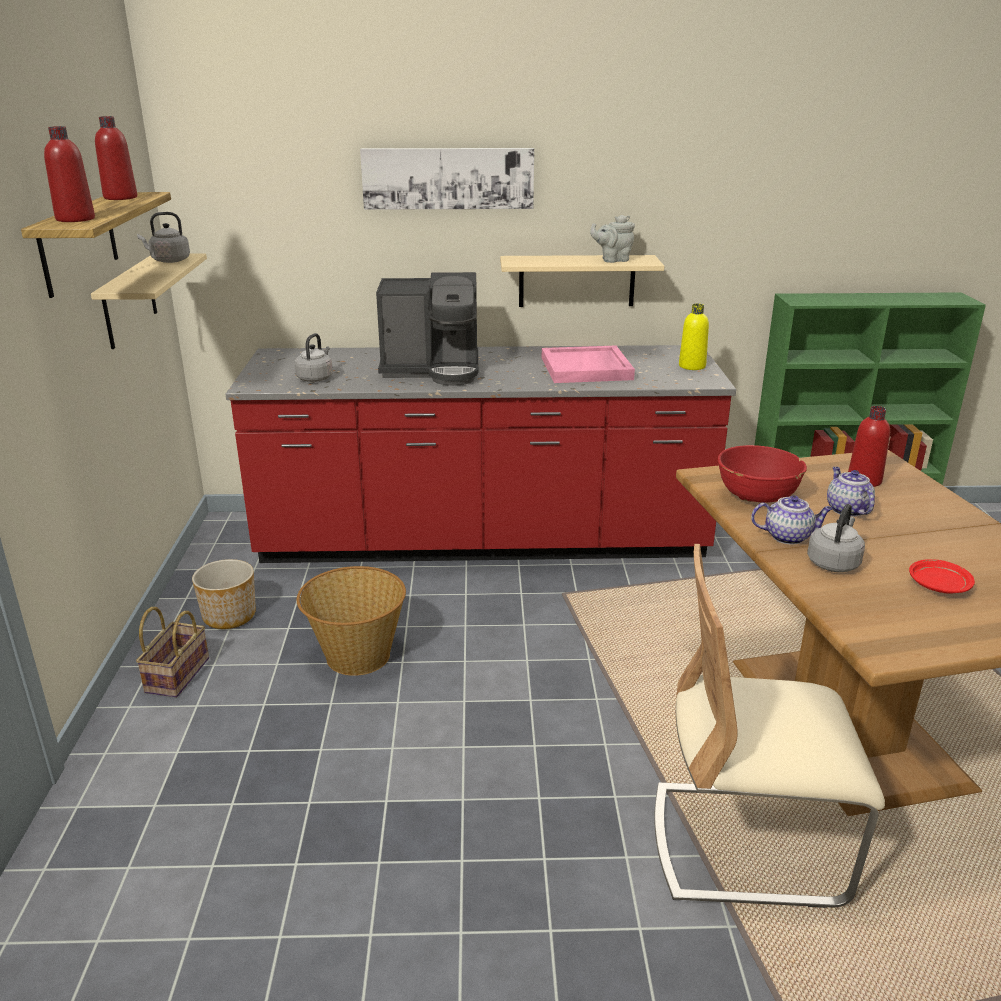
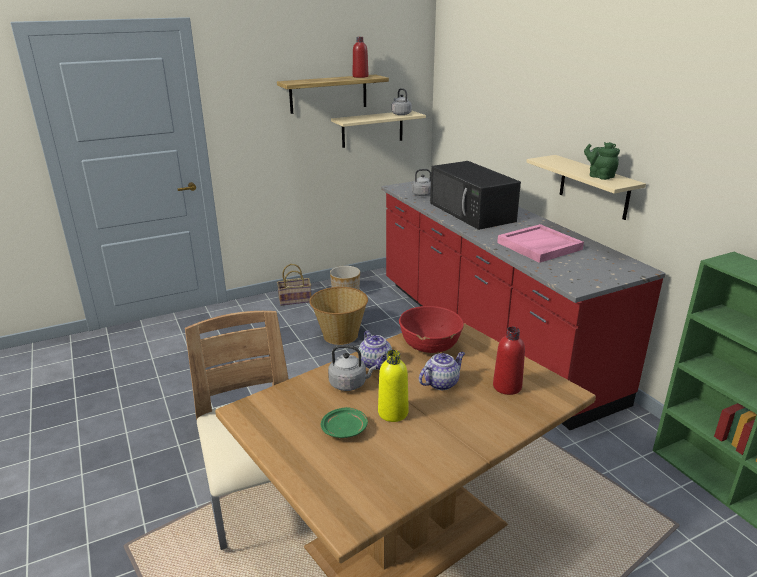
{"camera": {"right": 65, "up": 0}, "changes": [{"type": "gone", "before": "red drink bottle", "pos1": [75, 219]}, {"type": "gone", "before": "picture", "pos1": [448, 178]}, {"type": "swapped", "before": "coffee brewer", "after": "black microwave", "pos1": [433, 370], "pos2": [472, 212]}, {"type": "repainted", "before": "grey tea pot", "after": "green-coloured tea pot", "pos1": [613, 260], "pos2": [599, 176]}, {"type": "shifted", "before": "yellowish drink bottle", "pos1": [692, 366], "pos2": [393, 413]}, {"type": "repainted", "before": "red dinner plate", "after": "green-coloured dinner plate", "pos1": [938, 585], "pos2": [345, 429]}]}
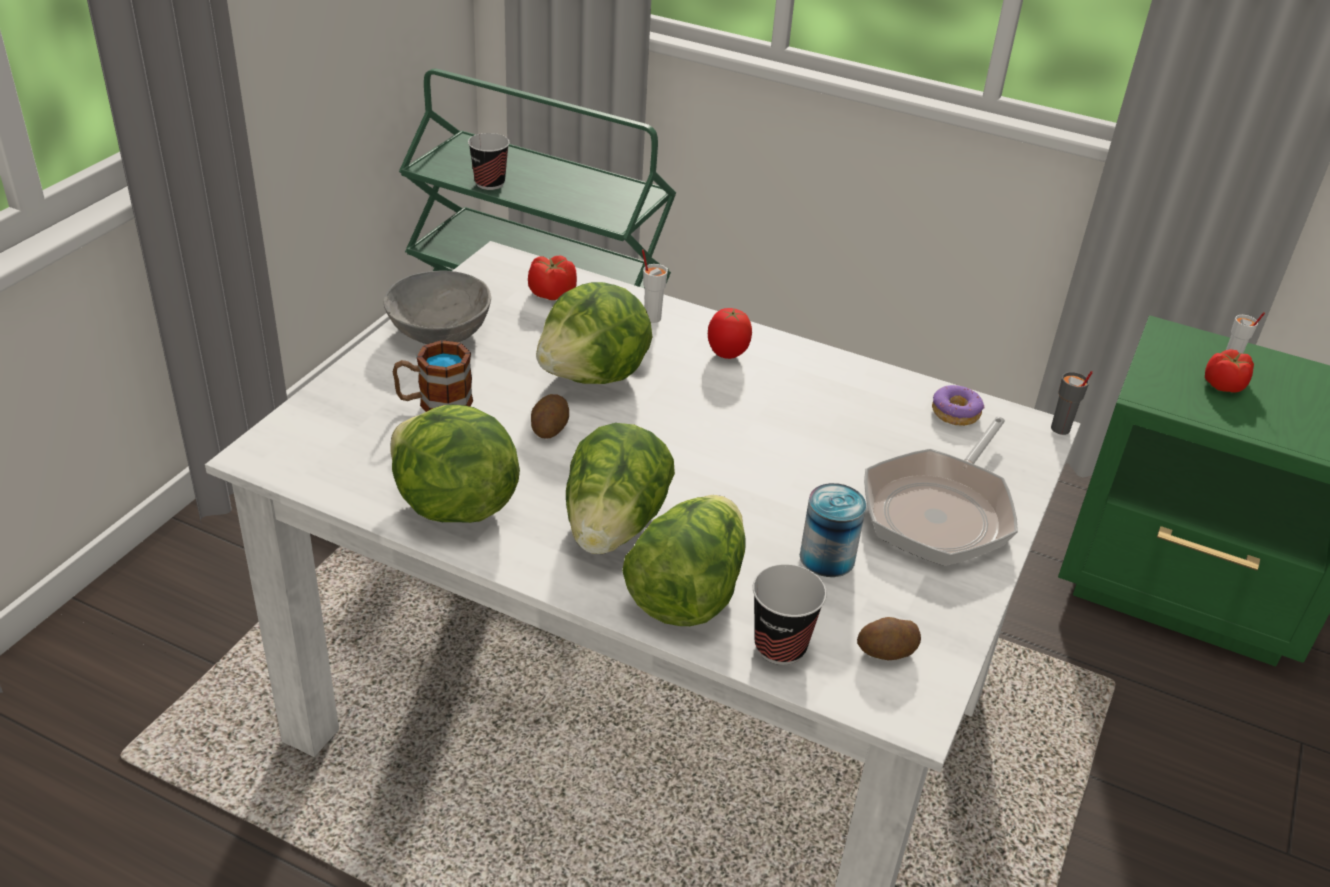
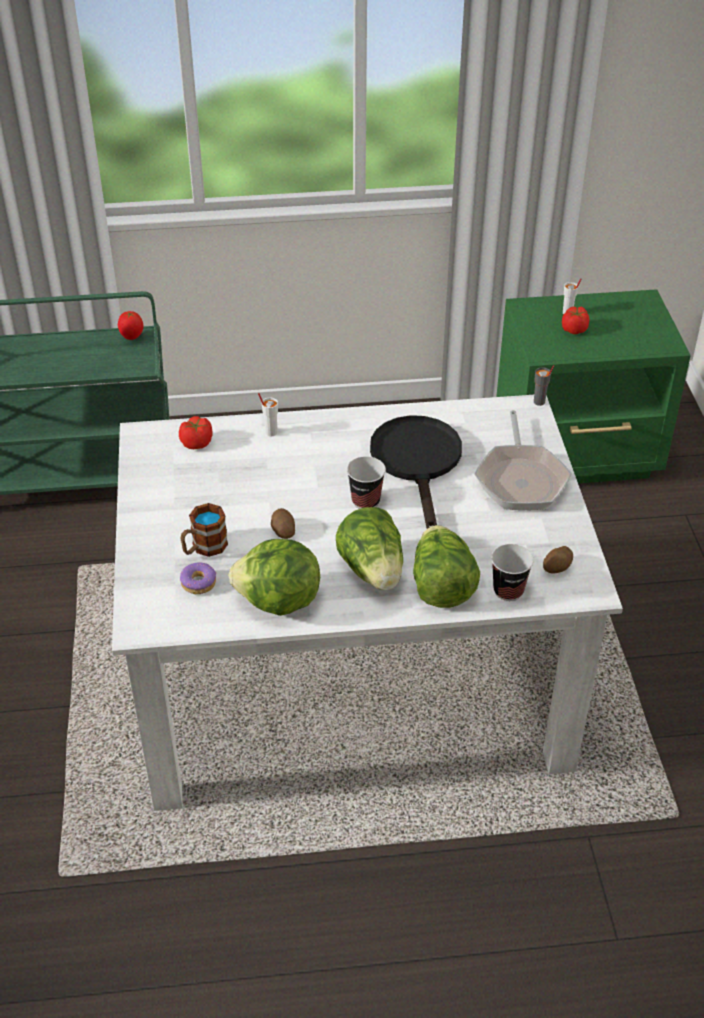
{"camera": {"right": -30, "up": 5}, "changes": [{"type": "gone", "before": "grey serving bowl", "pos1": [441, 330]}, {"type": "shifted", "before": "cup", "pos1": [489, 183], "pos2": [365, 501]}, {"type": "gone", "before": "head of lettuce", "pos1": [595, 376]}, {"type": "shifted", "before": "whole tomato", "pos1": [727, 354], "pos2": [132, 337]}, {"type": "gone", "before": "sealed can", "pos1": [827, 557]}, {"type": "shifted", "before": "donut", "pos1": [956, 413], "pos2": [199, 583]}, {"type": "new", "after": "black pan", "pos2": [418, 463]}]}
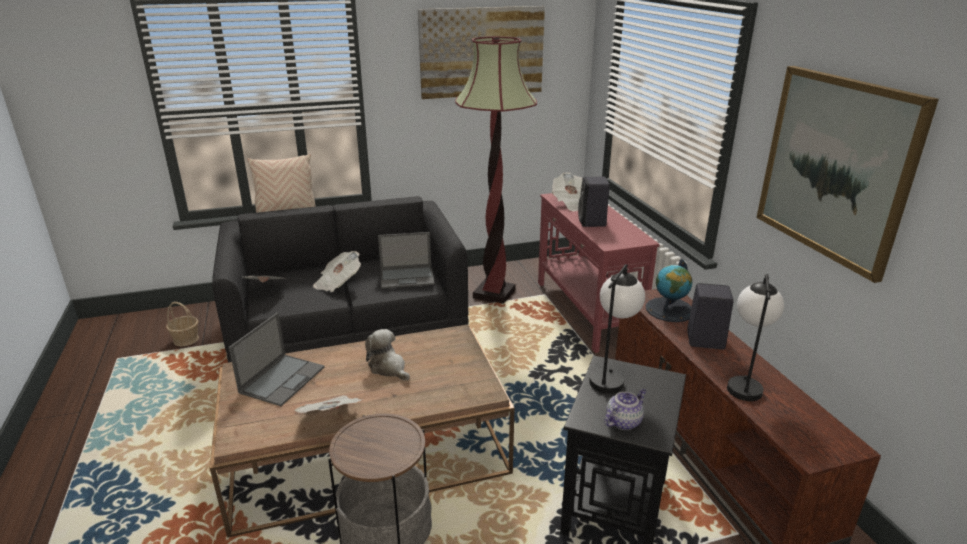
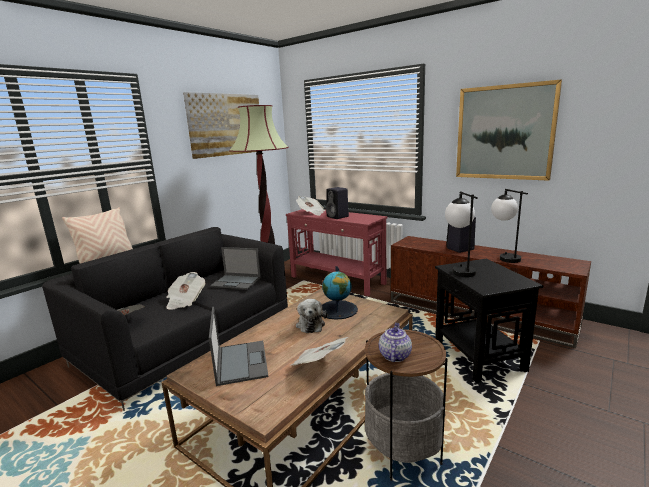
{"camera": {"right": -35, "up": -10}, "changes": [{"type": "gone", "before": "household basket", "pos1": [186, 339]}, {"type": "rotated", "before": "plush toy", "pos1": [388, 368], "pos2": [310, 324], "turn": -105}, {"type": "rotated", "before": "portable computer", "pos1": [407, 277], "pos2": [236, 282], "turn": 60}, {"type": "shifted", "before": "tea pot", "pos1": [623, 421], "pos2": [394, 355]}, {"type": "shifted", "before": "world globe", "pos1": [670, 309], "pos2": [338, 310]}]}
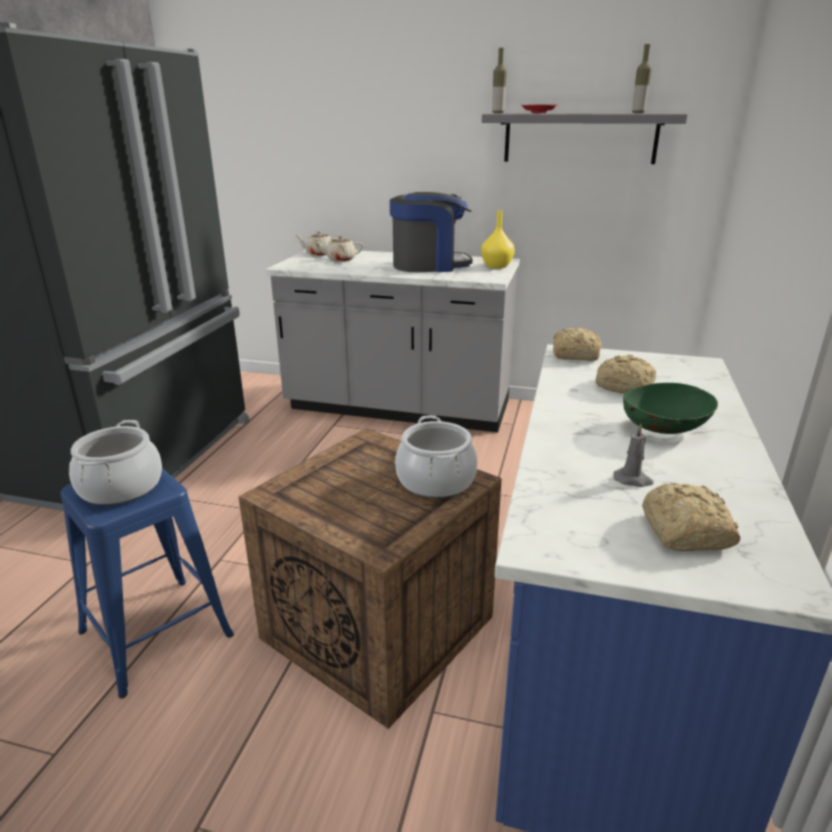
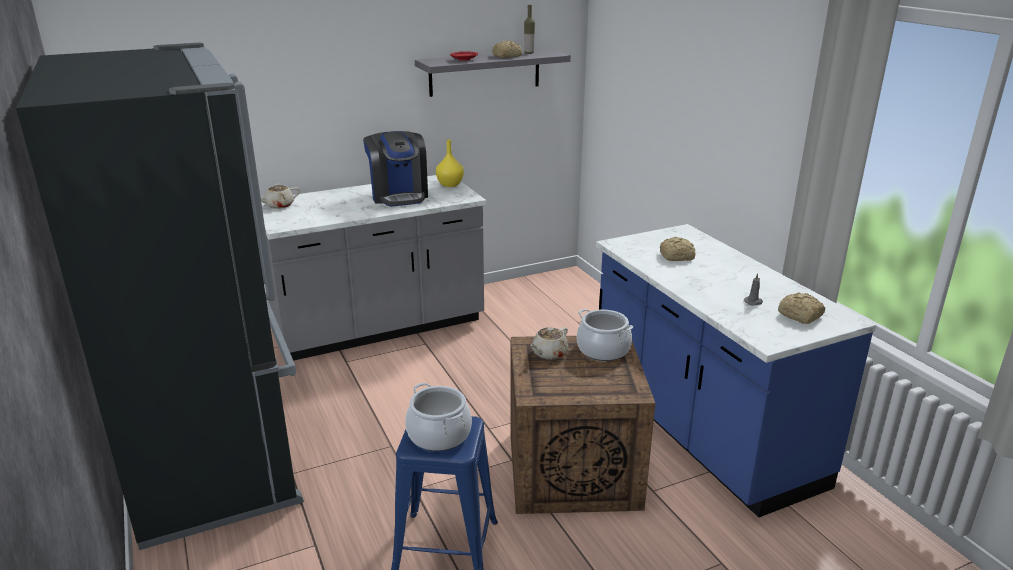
{"camera": {"right": -40, "up": 0}, "changes": [{"type": "shifted", "before": "beige-coloured tea pot", "pos1": [340, 259], "pos2": [549, 353]}, {"type": "rotated", "before": "coffee brewer", "pos1": [429, 265], "pos2": [399, 195], "turn": 120}, {"type": "gone", "before": "drink bottle", "pos1": [498, 113]}, {"type": "shifted", "before": "bakery bread", "pos1": [573, 355], "pos2": [506, 56]}, {"type": "gone", "before": "green-coloured serving bowl", "pos1": [664, 430]}]}
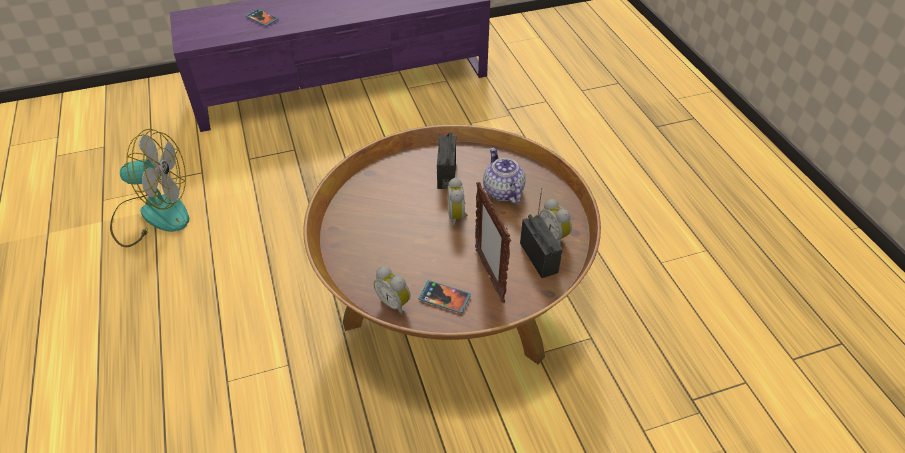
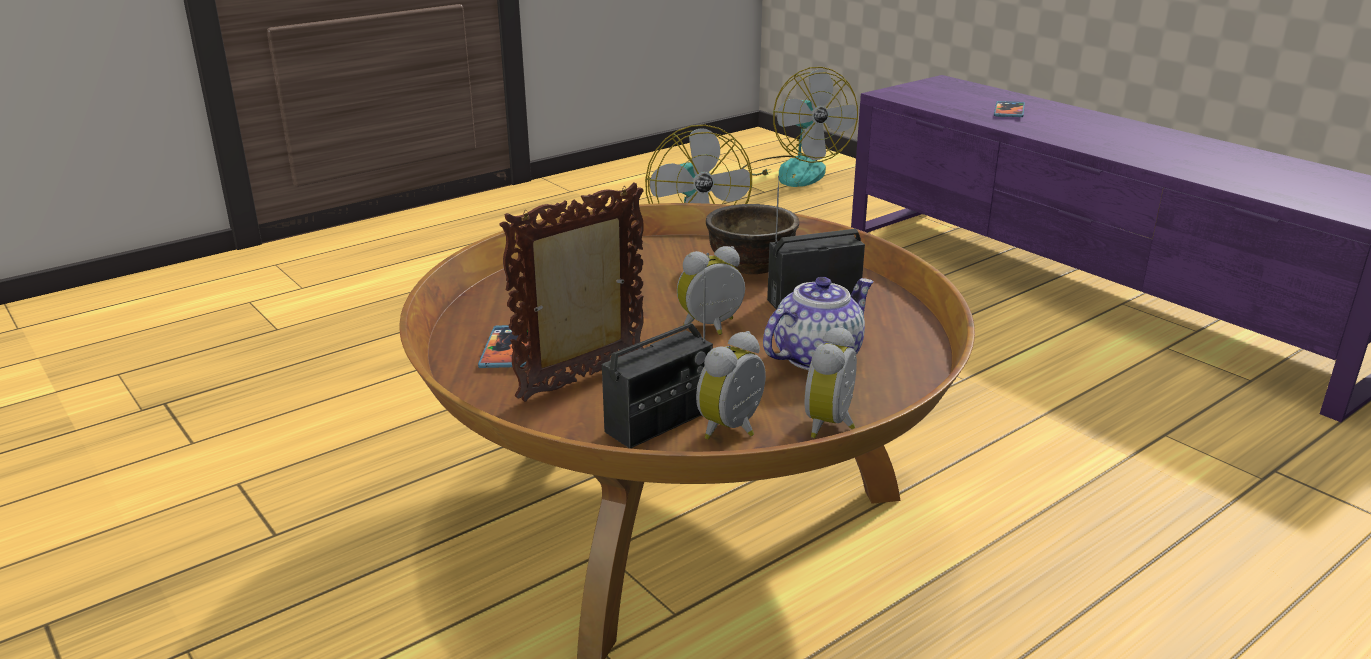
{"camera": {"right": 70, "up": -20}, "changes": [{"type": "shifted", "before": "alarm clock", "pos1": [395, 302], "pos2": [833, 425]}, {"type": "new", "after": "brownish serving bowl", "pos2": [751, 265]}, {"type": "new", "after": "cooling fan", "pos2": [794, 171]}]}
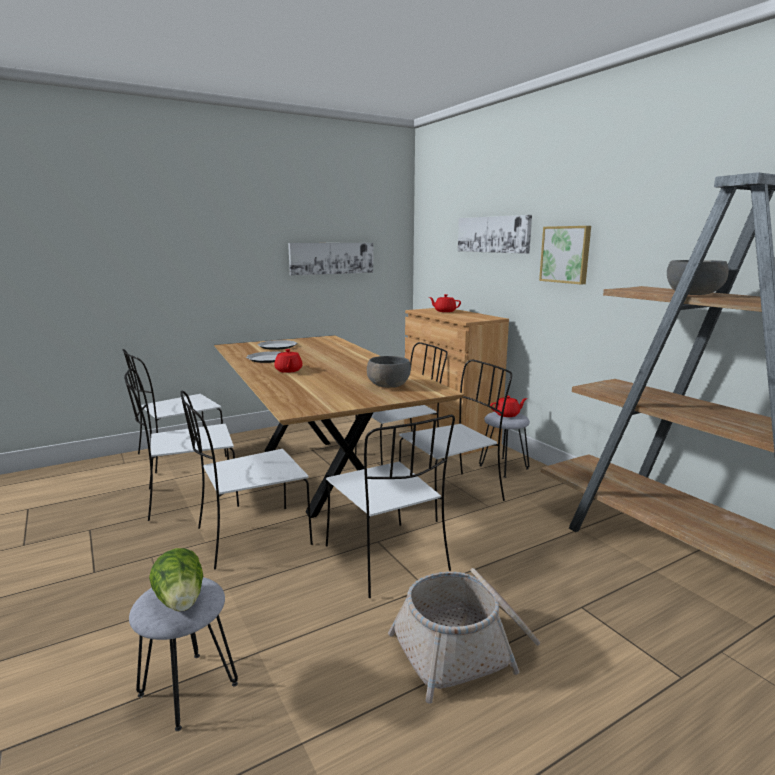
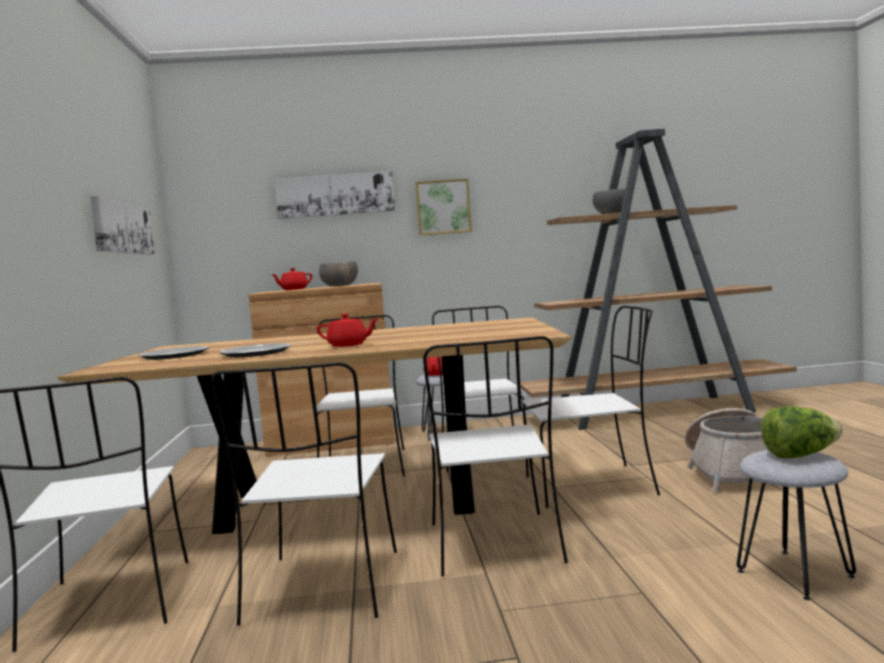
{"camera": {"right": -65, "up": -10}, "changes": [{"type": "shifted", "before": "grey serving bowl", "pos1": [388, 385], "pos2": [339, 286]}]}
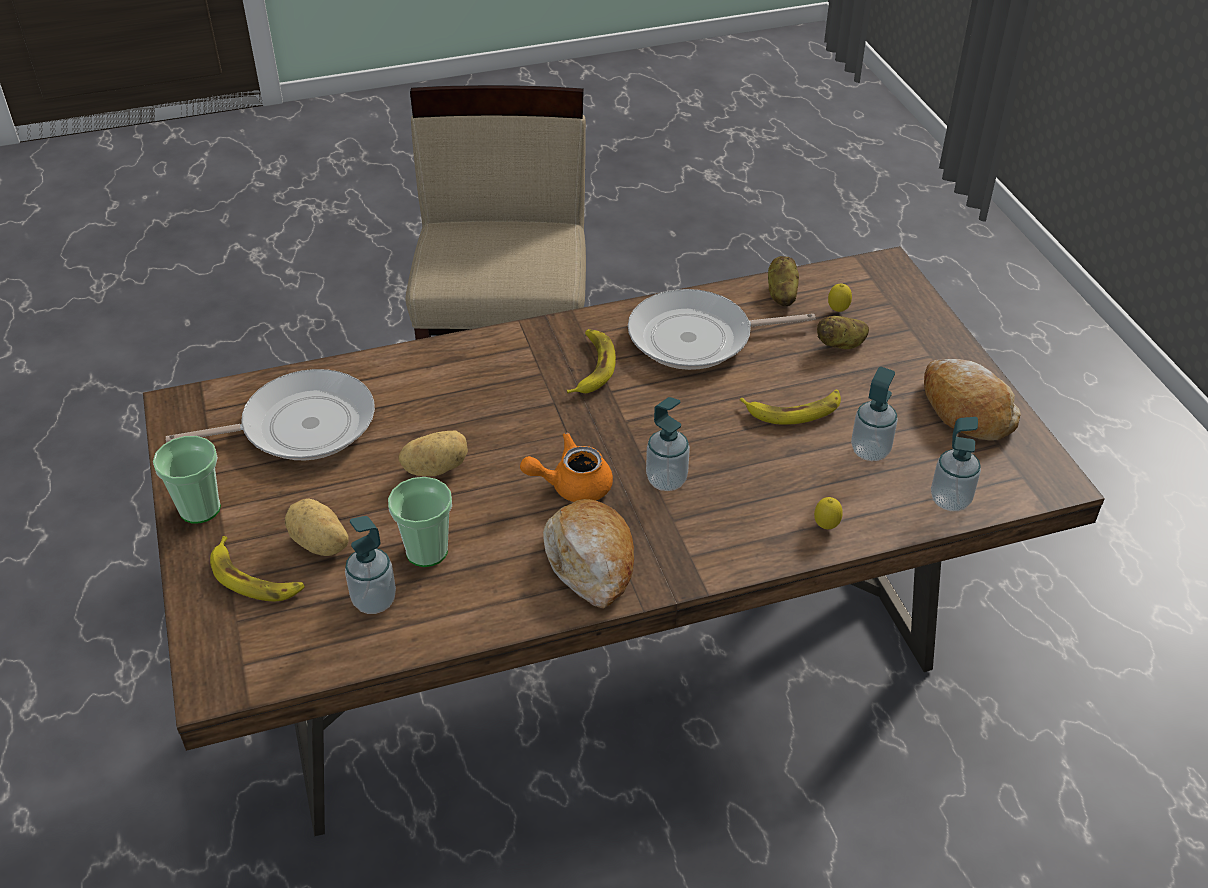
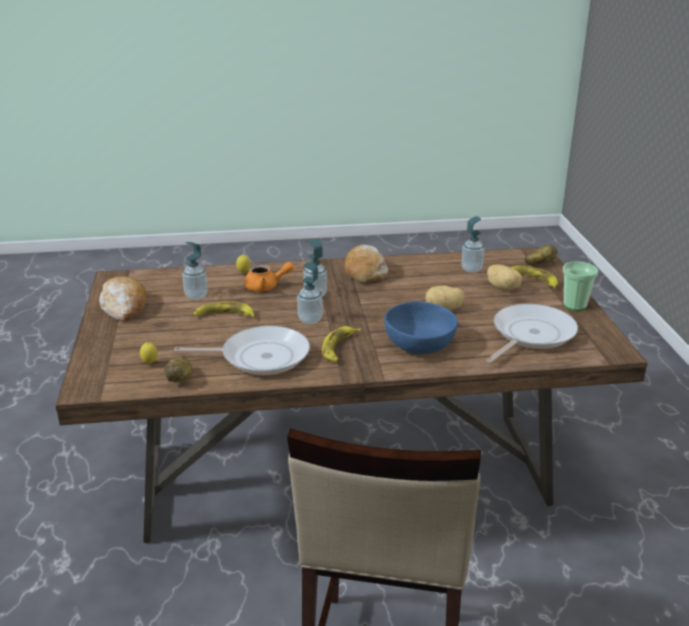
{"camera": {"right": -170, "up": -15}, "changes": [{"type": "rotated", "before": "pan", "pos1": [300, 426], "pos2": [530, 335], "turn": 135}, {"type": "gone", "before": "cup", "pos1": [426, 551]}, {"type": "shifted", "before": "orange-coloured tea pot", "pos1": [572, 485], "pos2": [266, 287]}, {"type": "shifted", "before": "potato", "pos1": [841, 344], "pos2": [539, 263]}, {"type": "shifted", "before": "soap dispenser", "pos1": [950, 500], "pos2": [310, 320]}, {"type": "new", "after": "blue-coloured serving bowl", "pos2": [420, 343]}]}
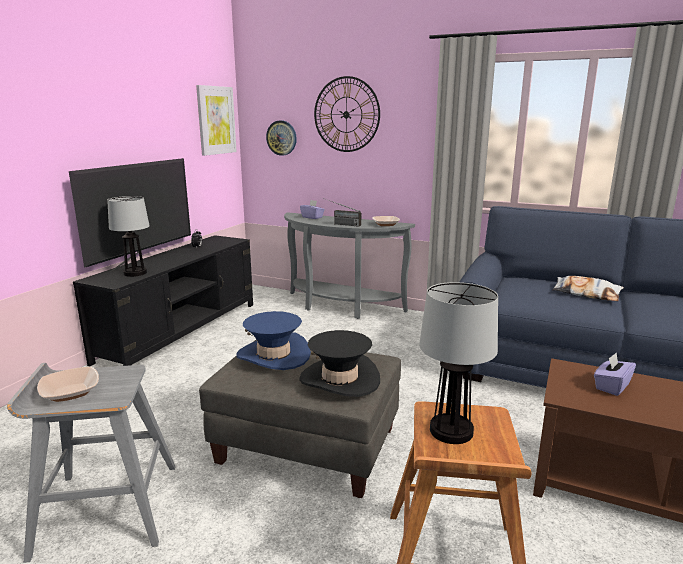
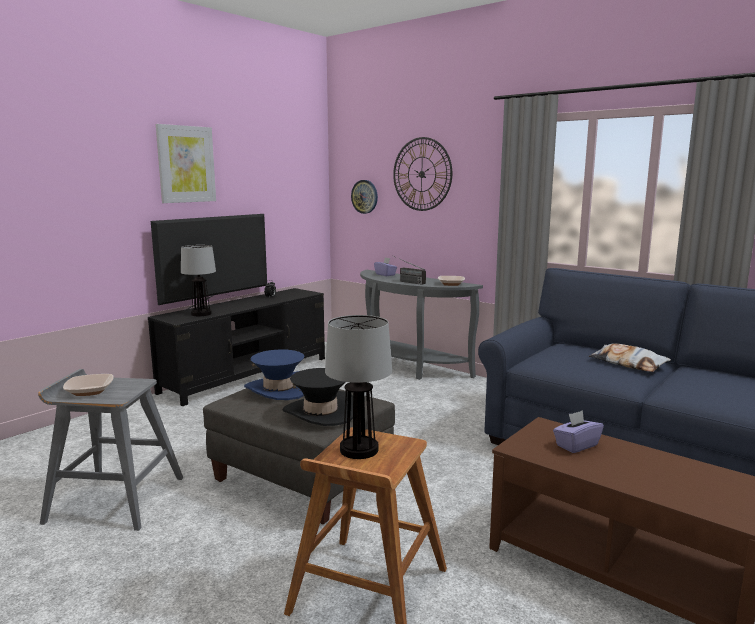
{"camera": {"right": 15, "up": -5}, "changes": [{"type": "shifted", "before": "picture", "pos1": [216, 120], "pos2": [186, 164]}]}
